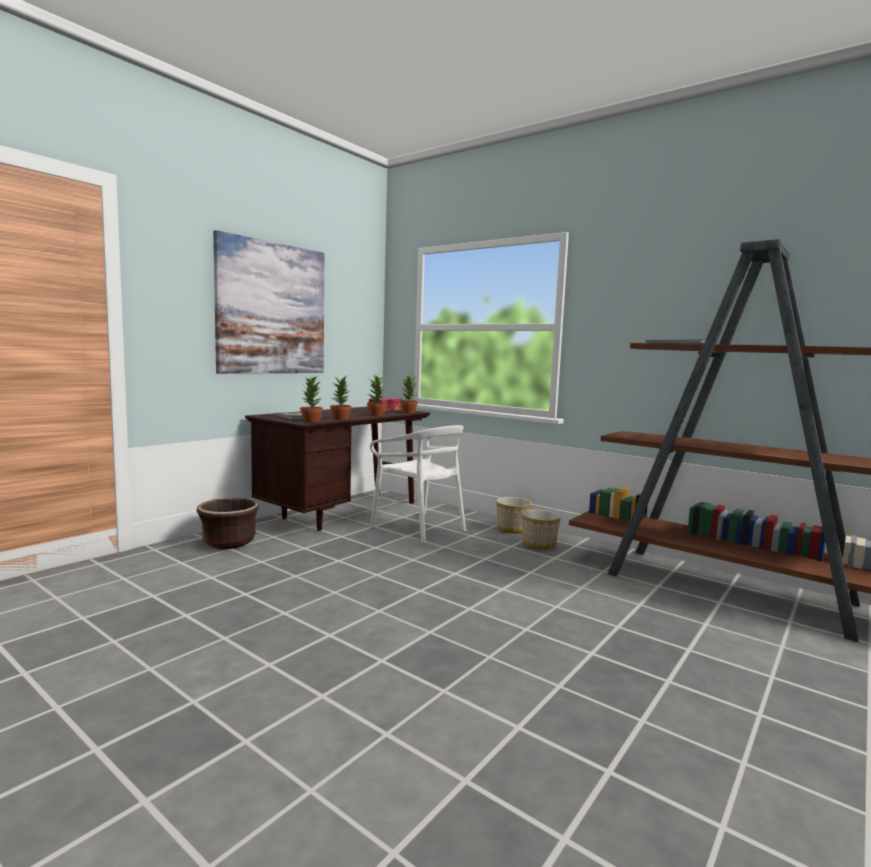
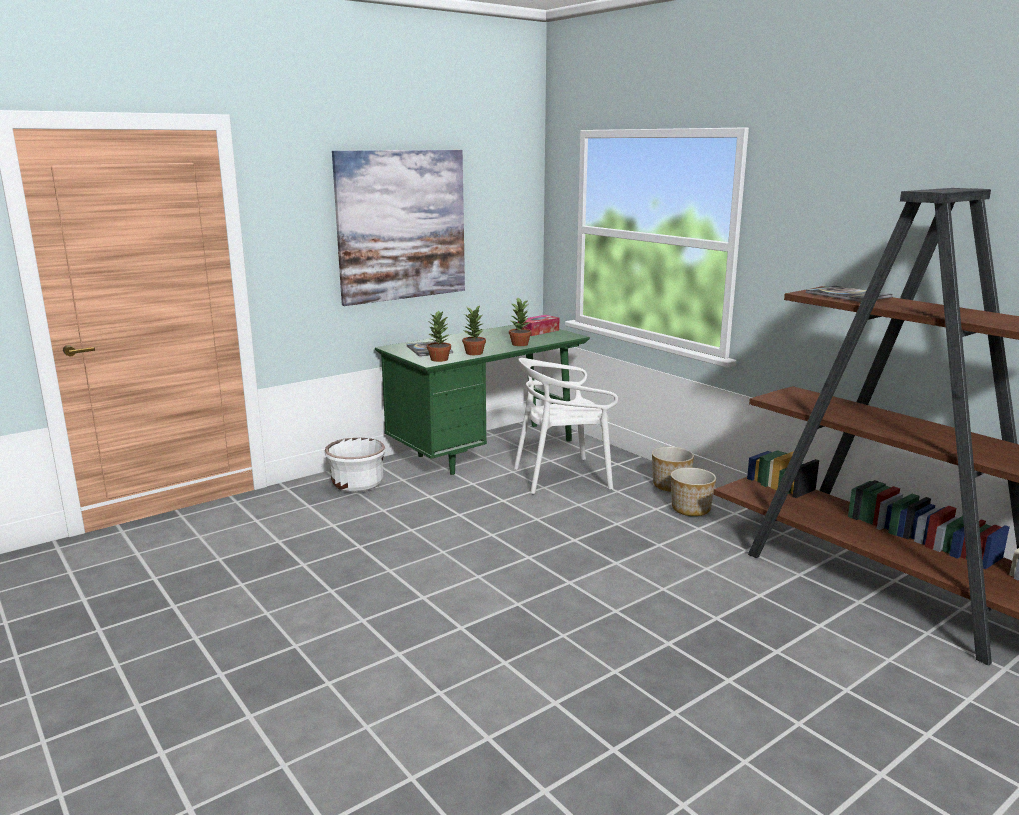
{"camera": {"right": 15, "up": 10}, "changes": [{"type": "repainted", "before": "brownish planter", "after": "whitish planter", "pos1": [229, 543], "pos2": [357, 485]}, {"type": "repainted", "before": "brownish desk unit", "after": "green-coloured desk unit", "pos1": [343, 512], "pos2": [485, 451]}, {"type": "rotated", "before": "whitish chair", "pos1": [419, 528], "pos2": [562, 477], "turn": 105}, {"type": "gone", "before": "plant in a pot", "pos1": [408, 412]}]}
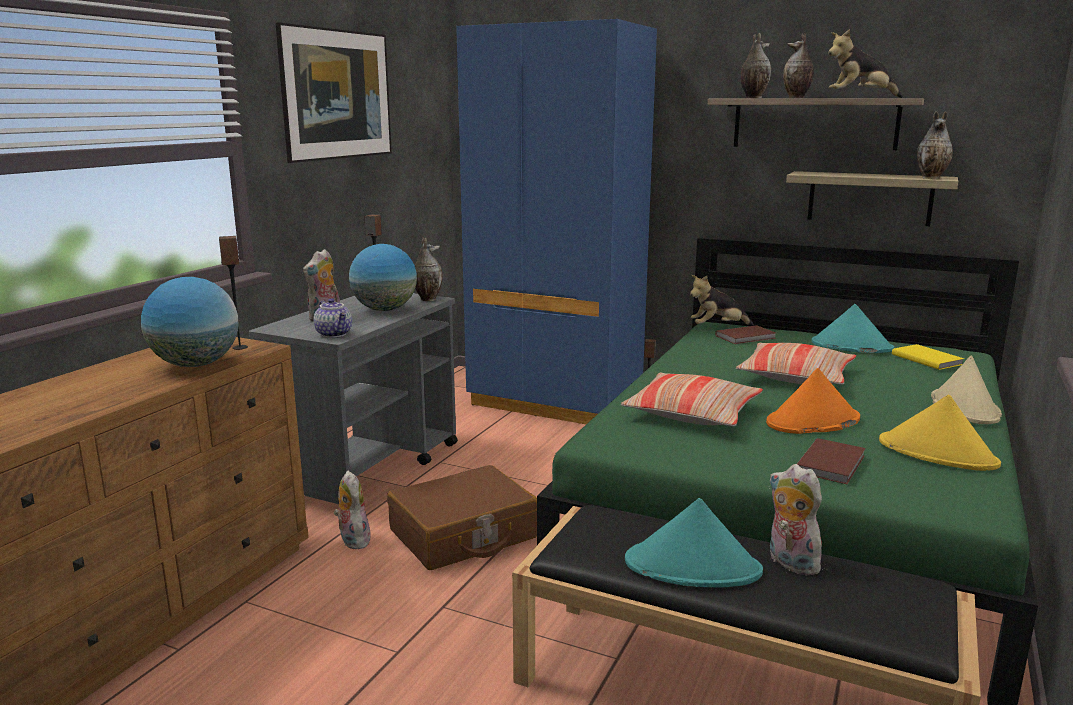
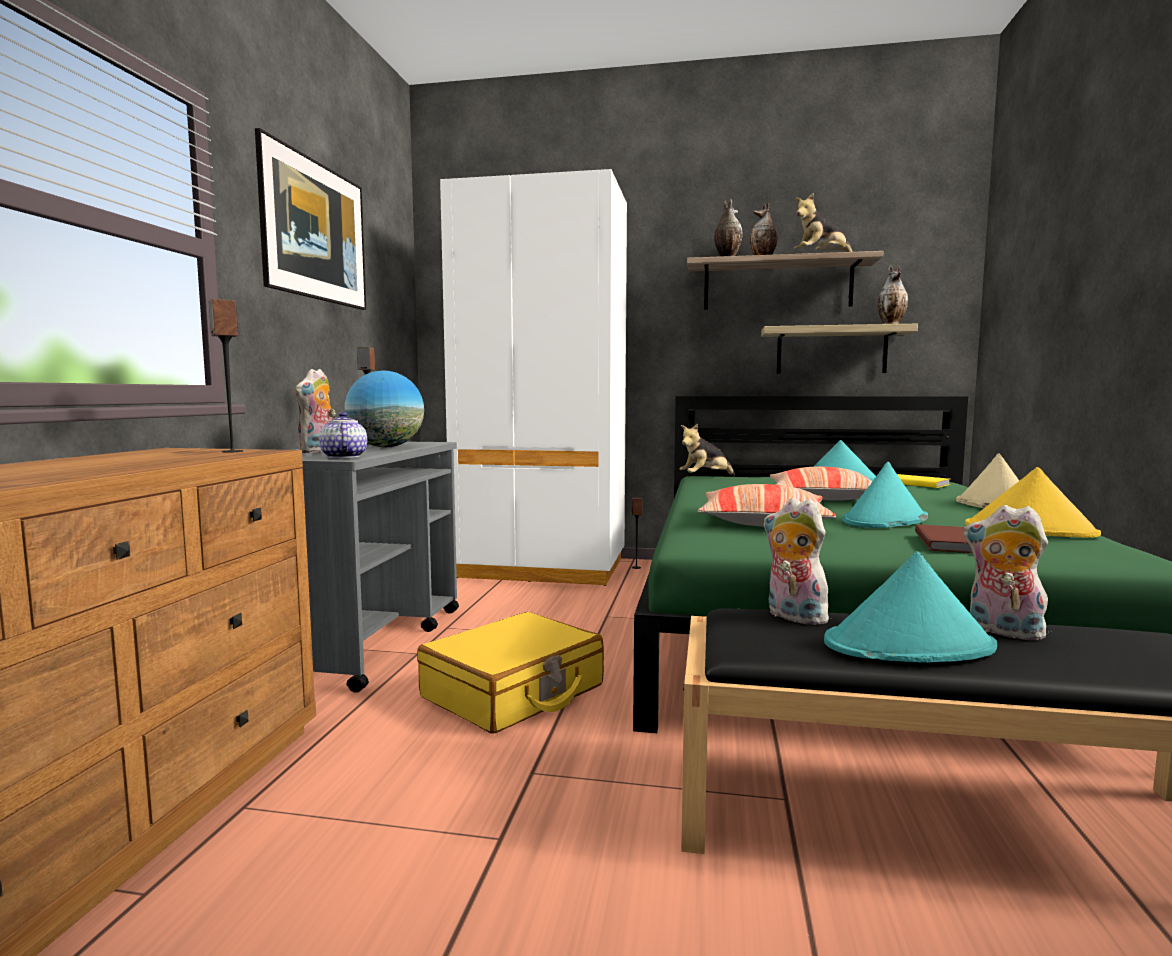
{"camera": {"right": -15, "up": -10}, "changes": [{"type": "gone", "before": "world globe", "pos1": [196, 364]}, {"type": "rotated", "before": "tea pot", "pos1": [335, 334], "pos2": [342, 457], "turn": -150}, {"type": "shifted", "before": "plush toy", "pos1": [352, 540], "pos2": [792, 617]}, {"type": "repainted", "before": "brownish travel case", "after": "yellowish travel case", "pos1": [463, 535], "pos2": [514, 692]}, {"type": "gone", "before": "decorative vase", "pos1": [427, 299]}, {"type": "repainted", "before": "blue-coloured clothes cupboard", "after": "whitish clothes cupboard", "pos1": [555, 400], "pos2": [542, 568]}, {"type": "gone", "before": "brownish bound book", "pos1": [747, 337]}, {"type": "repainted", "before": "orange-coloured wearable hat", "after": "turquoise-coloured wearable hat", "pos1": [812, 421], "pos2": [884, 520]}]}
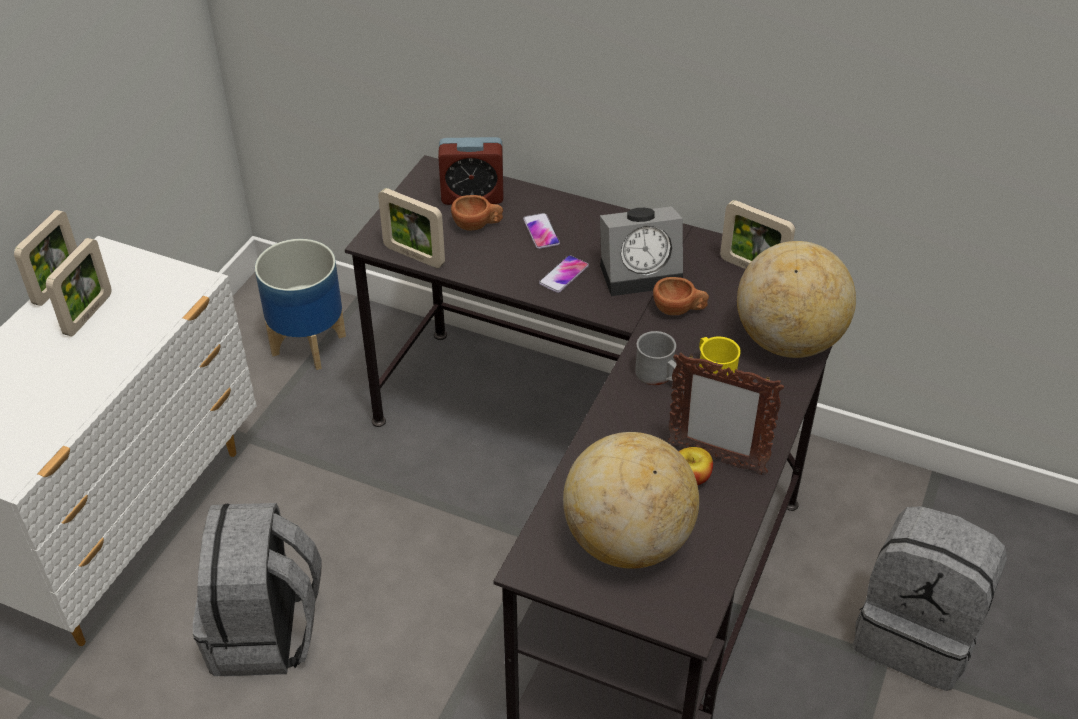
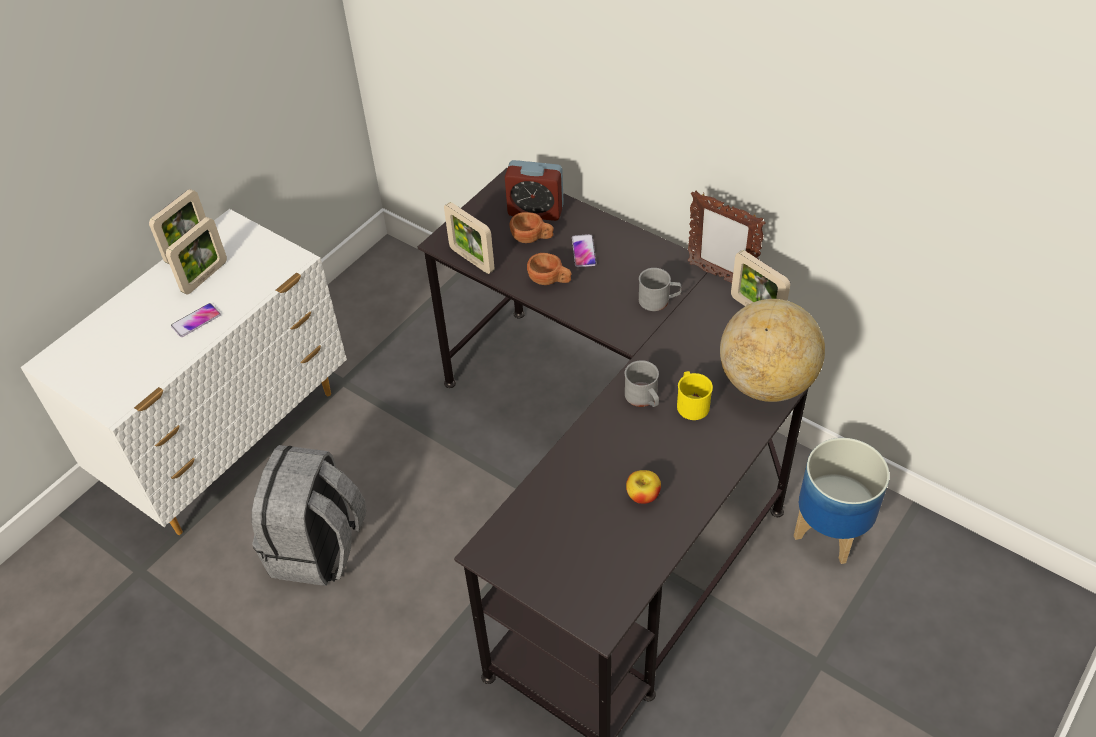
{"camera": {"right": 15, "up": 5}, "changes": [{"type": "shifted", "before": "planter", "pos1": [309, 344], "pos2": [831, 530]}, {"type": "shifted", "before": "telephone", "pos1": [564, 275], "pos2": [196, 321]}, {"type": "gone", "before": "world globe", "pos1": [628, 541]}, {"type": "swapped", "before": "alarm clock", "after": "grey coffee mug", "pos1": [642, 272], "pos2": [659, 300]}, {"type": "shifted", "before": "brownish cup", "pos1": [679, 310], "pos2": [550, 280]}, {"type": "shifted", "before": "standing frame", "pos1": [715, 459], "pos2": [720, 277]}, {"type": "gone", "before": "grey backpack", "pos1": [917, 634]}]}
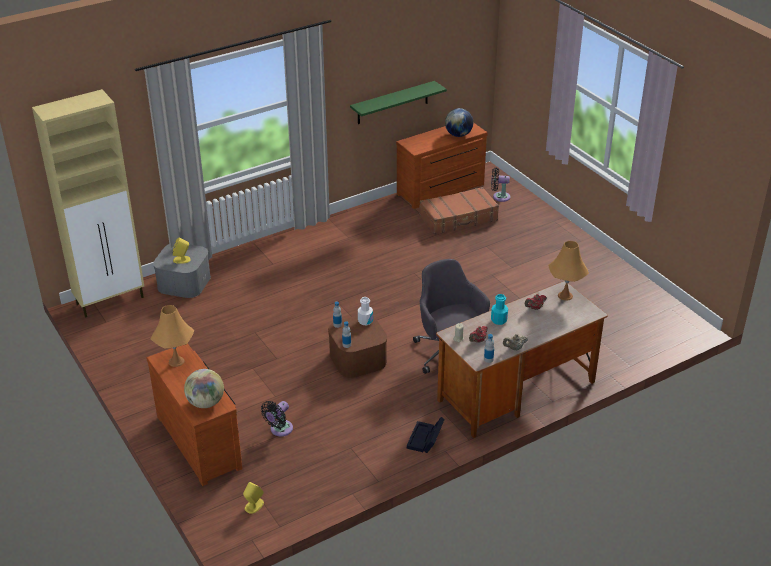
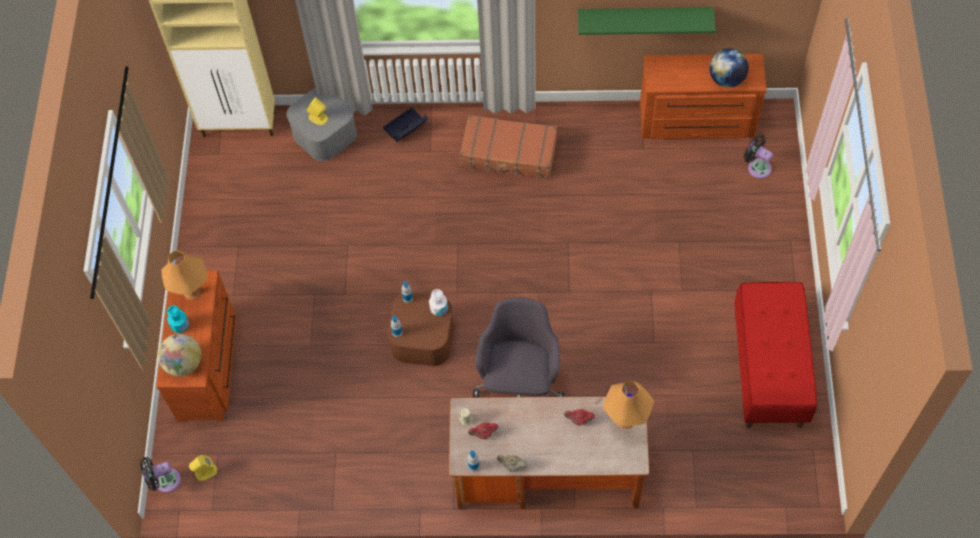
{"camera": {"right": 35, "up": 25}, "changes": [{"type": "shifted", "before": "black cooling fan", "pos1": [279, 430], "pos2": [164, 481]}, {"type": "shifted", "before": "black storage bin", "pos1": [425, 440], "pos2": [405, 128]}, {"type": "shifted", "before": "brownish travel case", "pos1": [459, 218], "pos2": [509, 154]}, {"type": "shifted", "before": "turquoise-coloured drink bottle", "pos1": [499, 320], "pos2": [180, 325]}, {"type": "new", "after": "red bench", "pos2": [769, 369]}]}
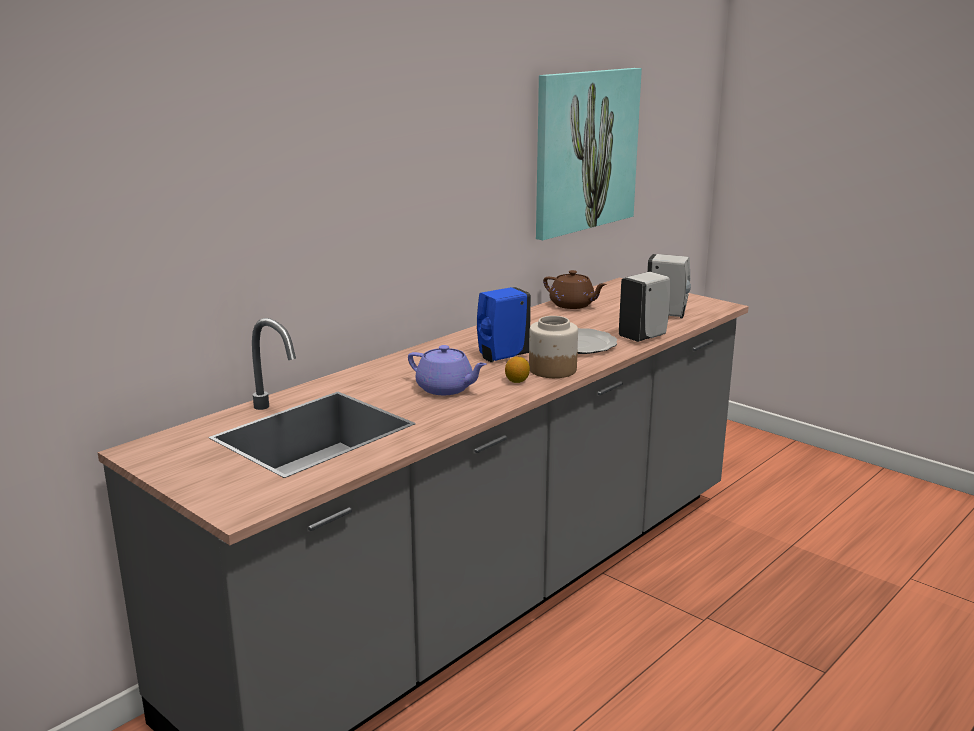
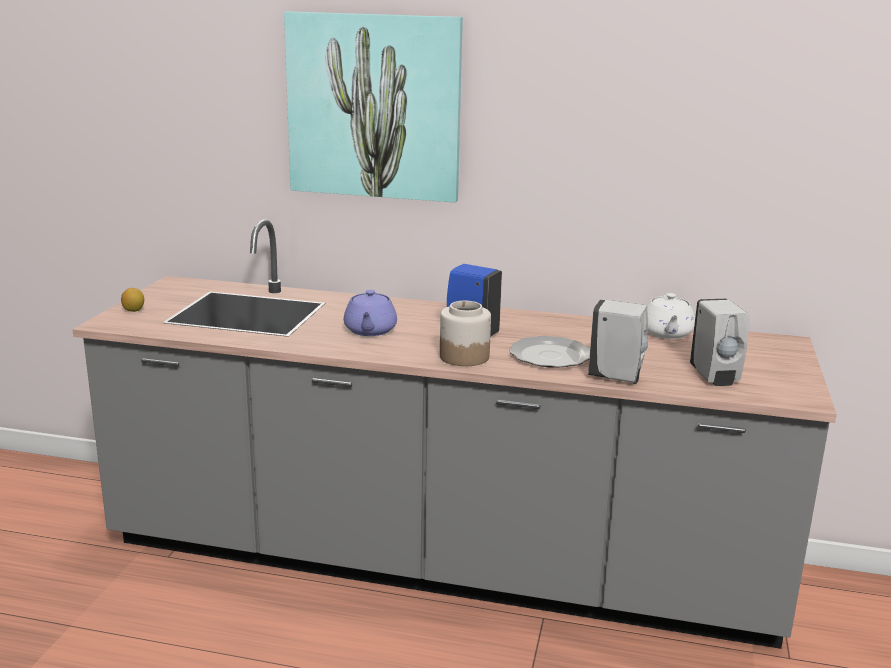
{"camera": {"right": 60, "up": 0}, "changes": [{"type": "shifted", "before": "lemon", "pos1": [517, 381], "pos2": [134, 310]}, {"type": "shifted", "before": "picture", "pos1": [586, 151], "pos2": [374, 107]}, {"type": "repainted", "before": "brownish tea pot", "after": "whitish tea pot", "pos1": [573, 305], "pos2": [667, 334]}]}
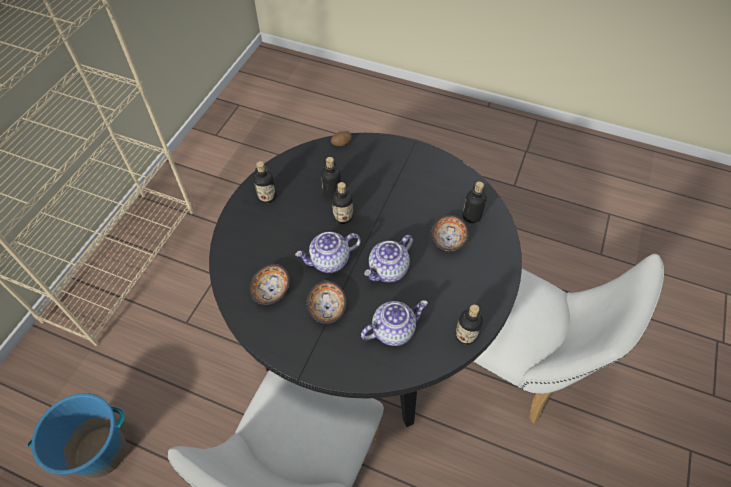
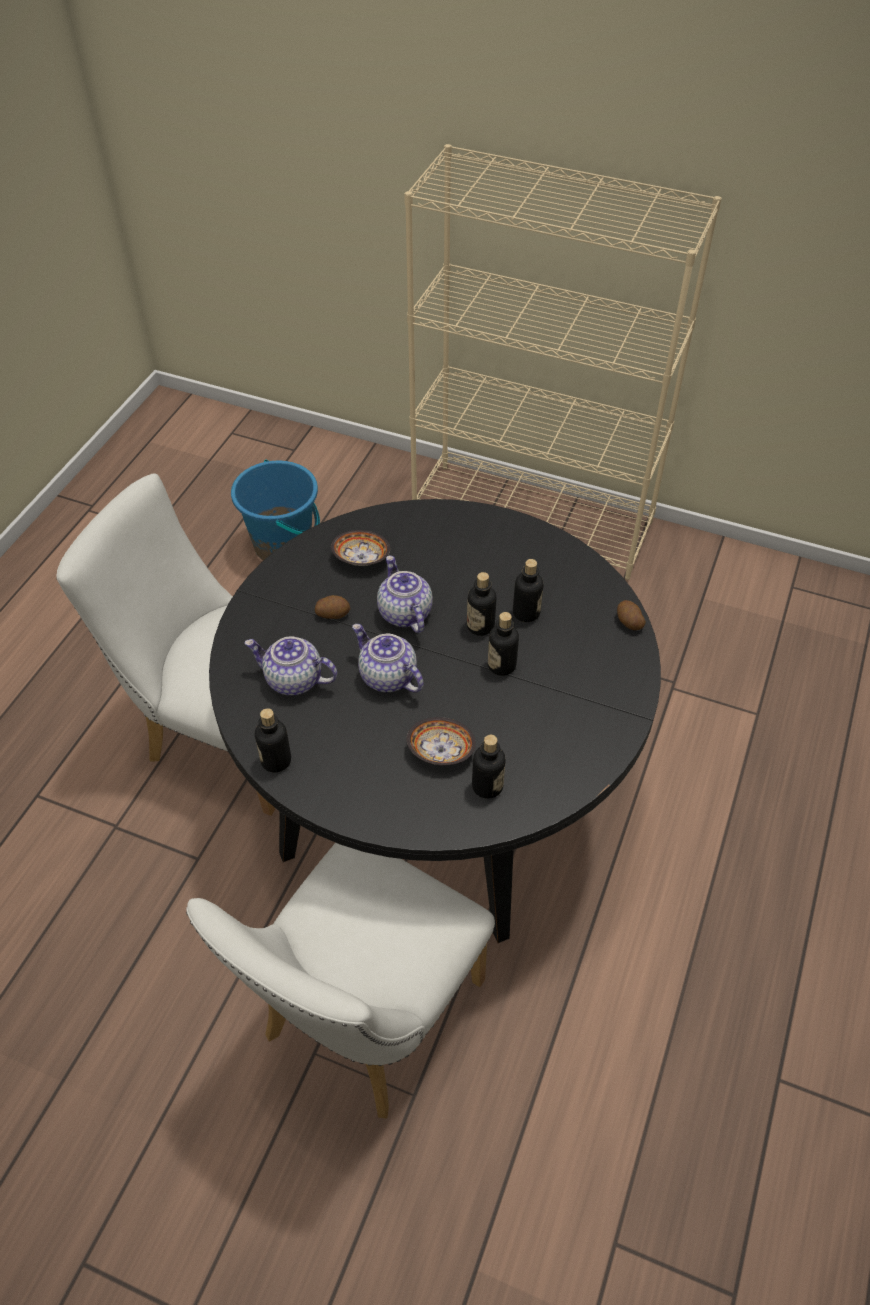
{"camera": {"right": 90, "up": -5}, "changes": [{"type": "shifted", "before": "drink bottle", "pos1": [267, 196], "pos2": [501, 665]}, {"type": "swapped", "before": "serving bowl", "after": "potato", "pos1": [328, 307], "pos2": [333, 613]}, {"type": "rotated", "before": "tea pot", "pos1": [393, 330], "pos2": [293, 680], "turn": 135}]}
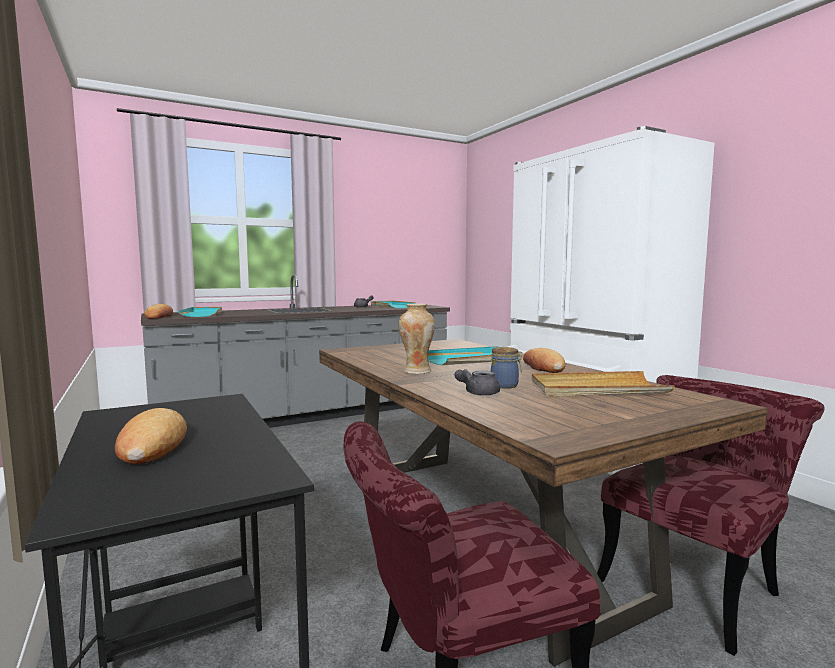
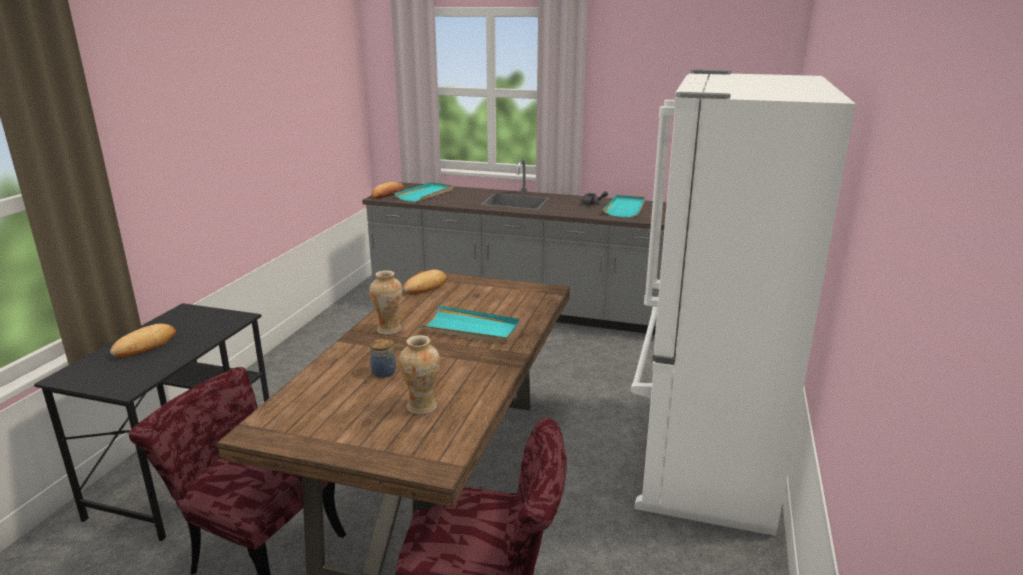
{"camera": {"right": 45, "up": 15}, "changes": [{"type": "gone", "before": "grey tea pot", "pos1": [477, 393]}, {"type": "shifted", "before": "bakery bread", "pos1": [543, 367], "pos2": [425, 286]}, {"type": "swapped", "before": "beige-coloured serving tray", "after": "decorative vase", "pos1": [596, 389], "pos2": [422, 407]}]}
